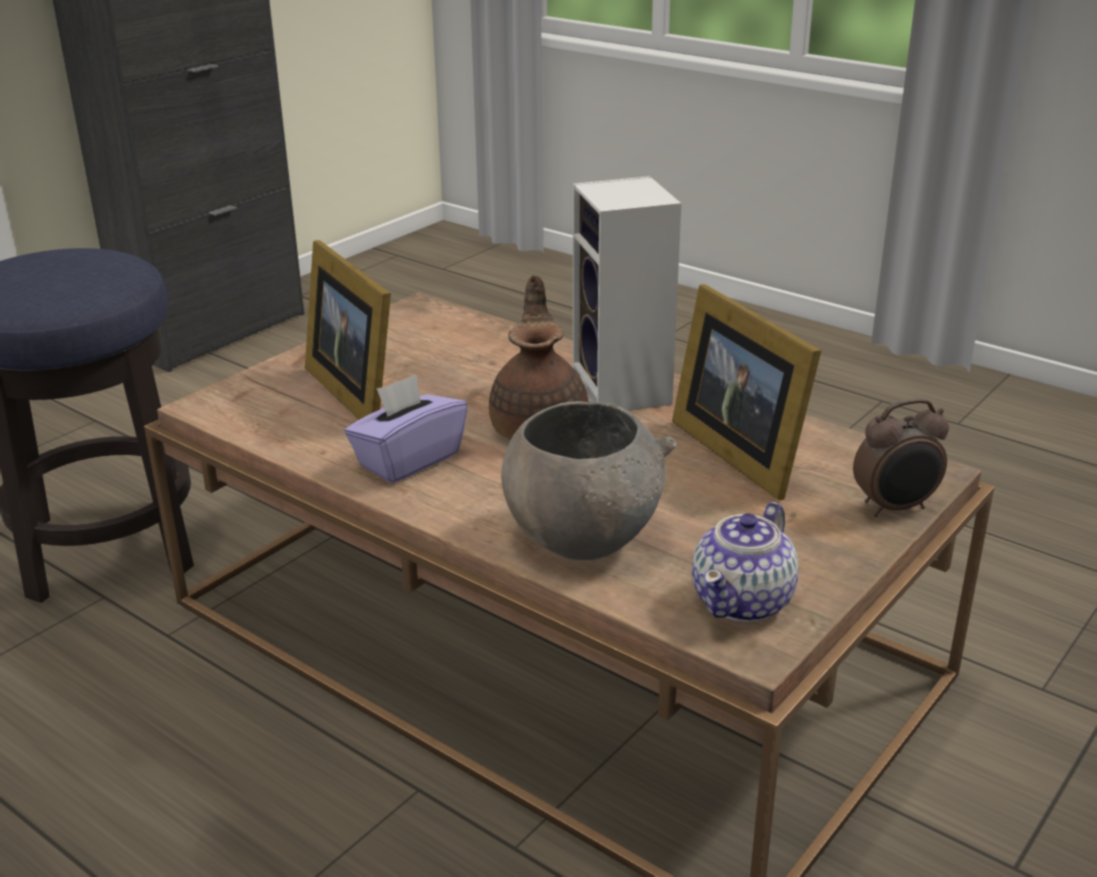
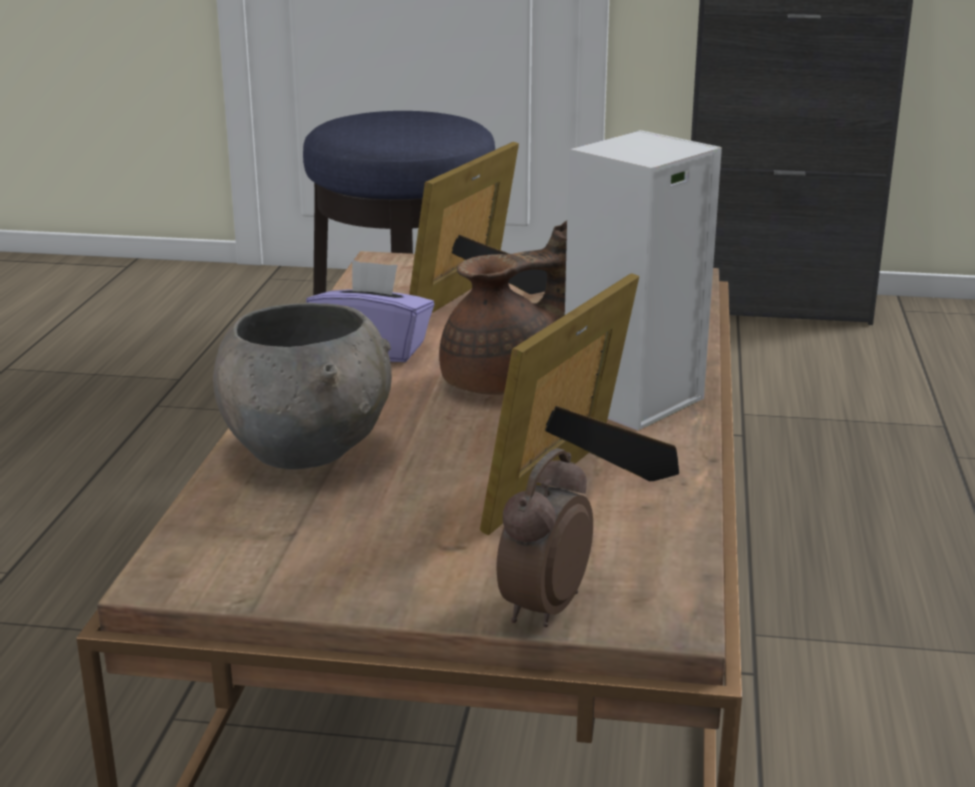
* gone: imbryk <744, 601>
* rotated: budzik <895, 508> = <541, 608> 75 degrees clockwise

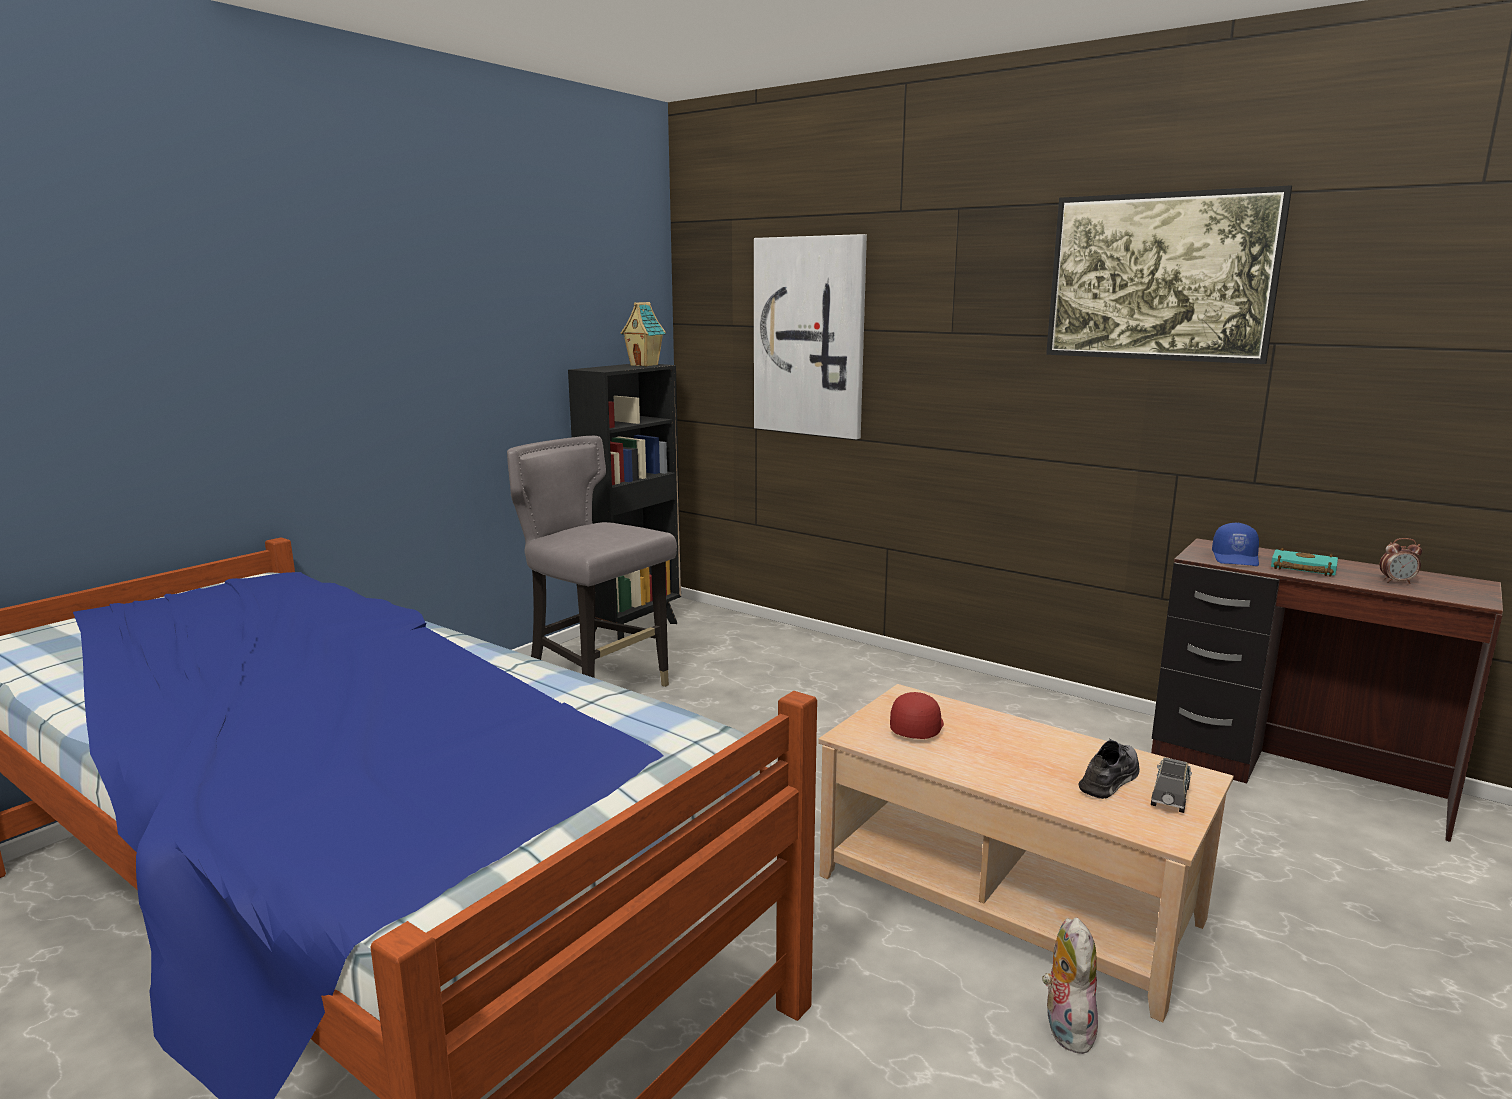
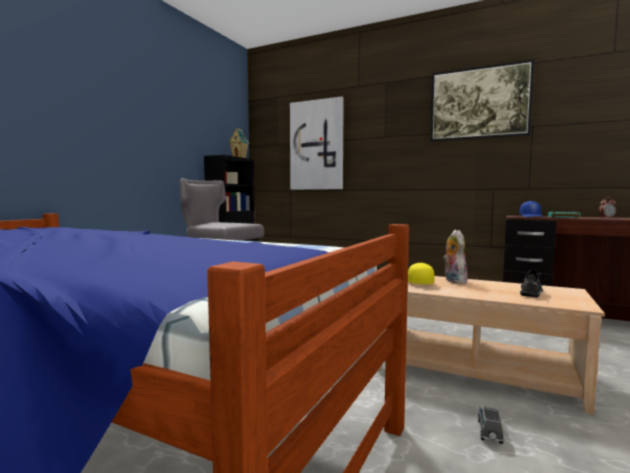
* shifted: pluszak <1065, 1027> to <453, 281>
* shifted: samochodzik/szary <1170, 797> to <489, 432>
* repainted: czapka z daszkiem/czerwony <916, 727> to czapka z daszkiem/żółty <419, 283>

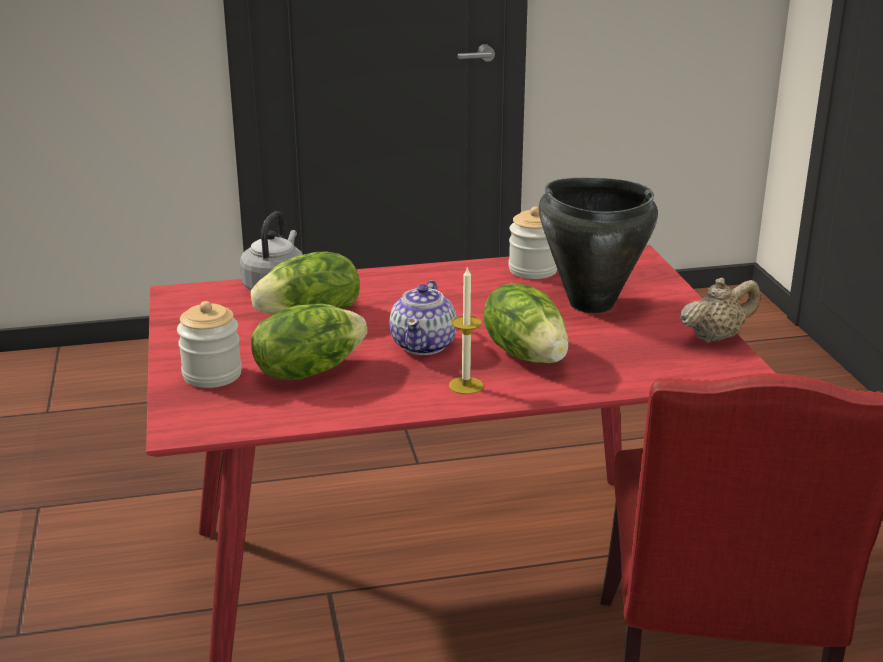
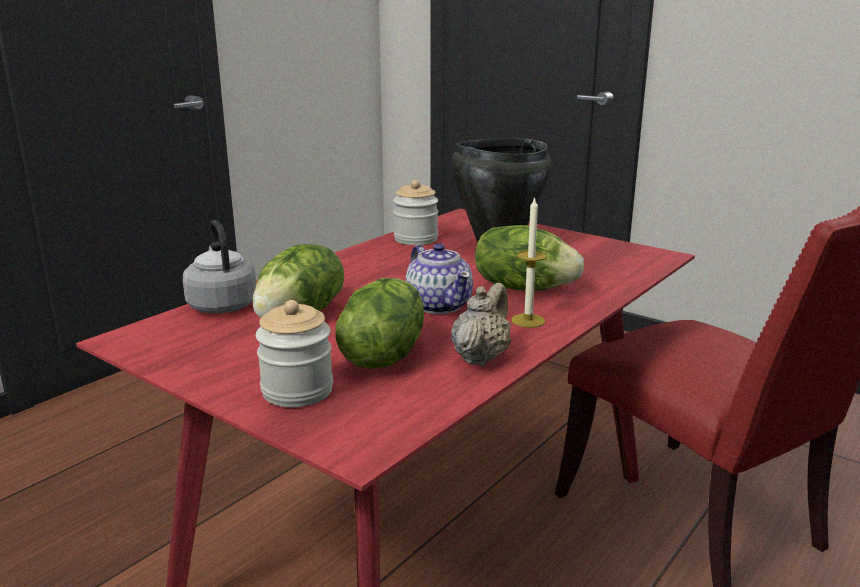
* shifted: imbryk/beżowy <716, 337> to <481, 357>

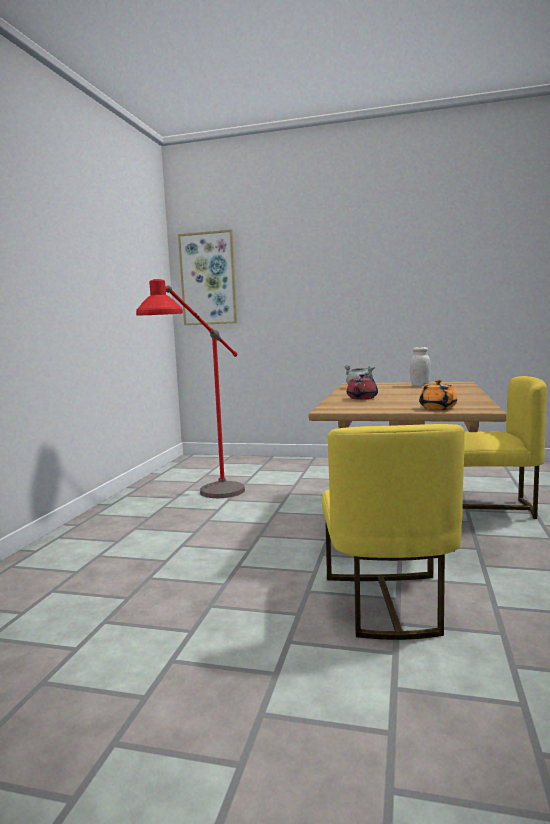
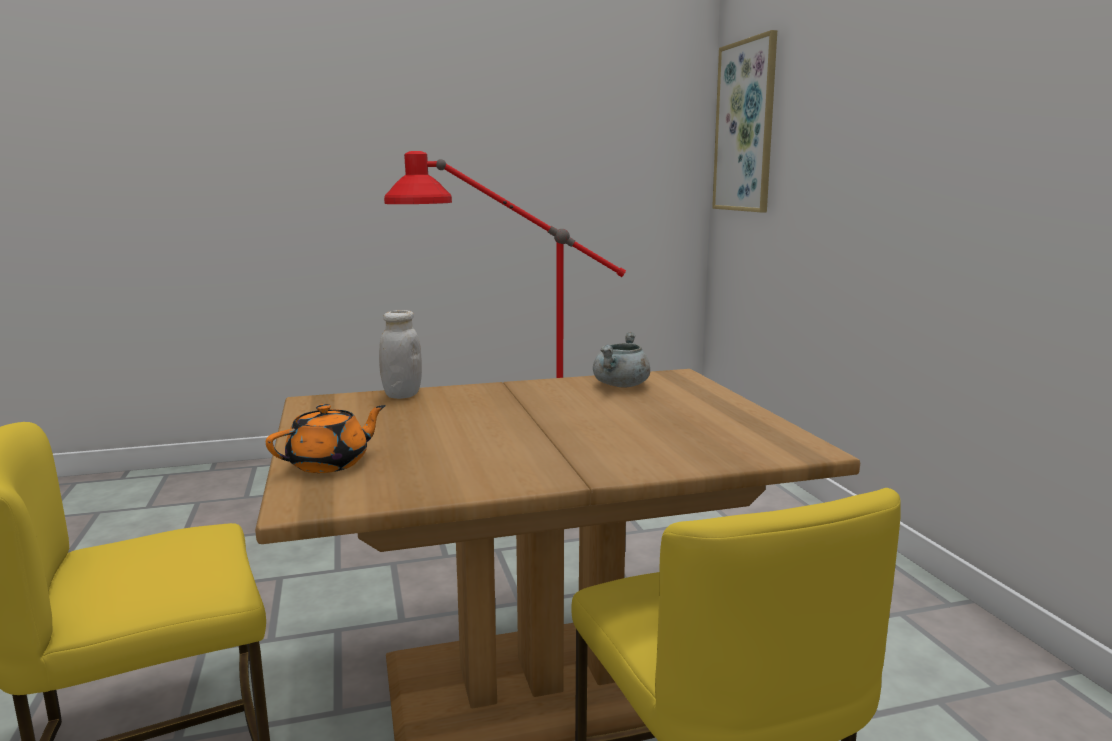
* gone: imbryk/czerwony <362, 398>
* shifted: słoik/biały <420, 385> to <402, 395>

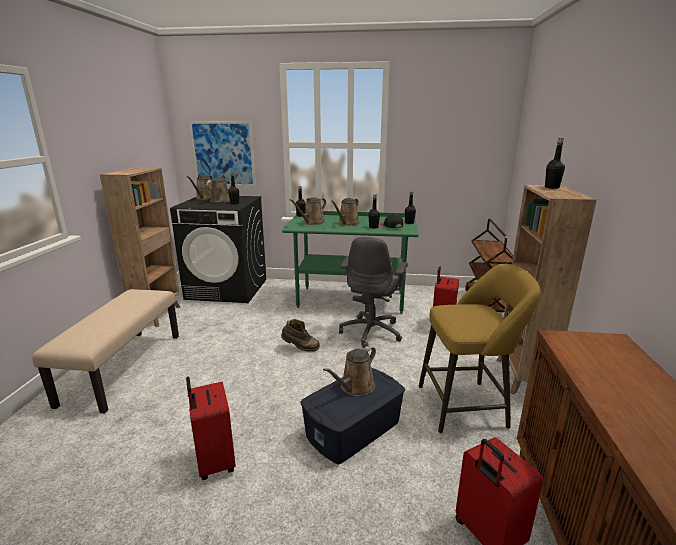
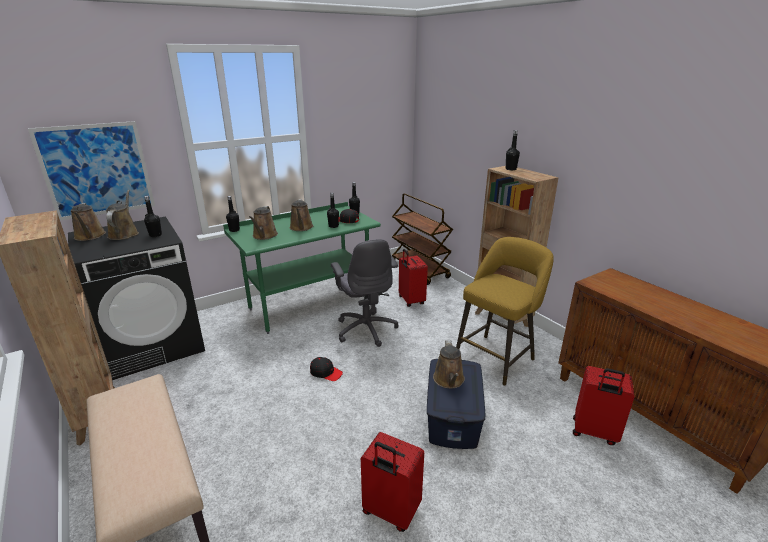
* swapped: but z cholewką/brązowy <300, 348> to czapka z daszkiem/czarny <326, 372>

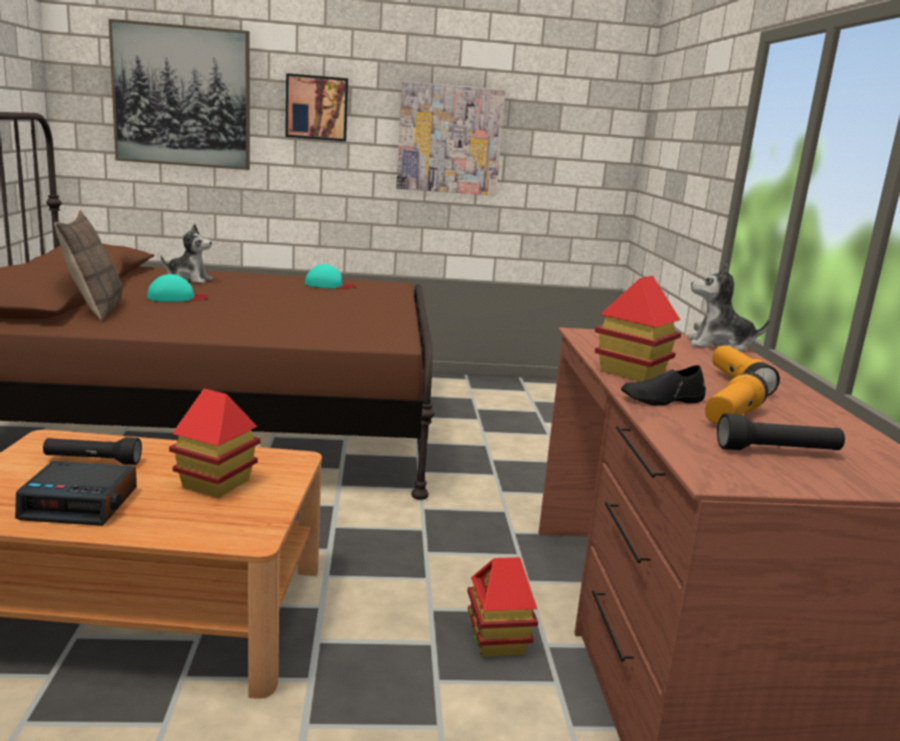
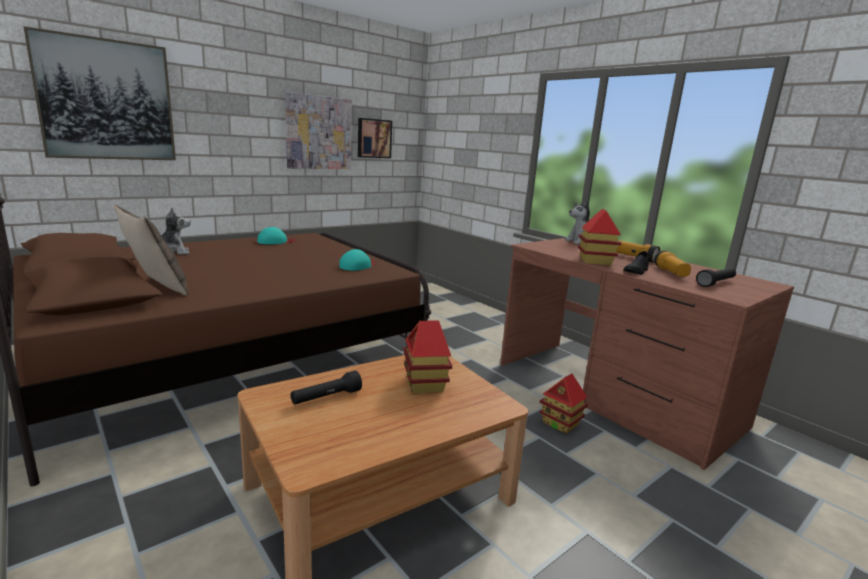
* gone: budzik <81, 503>
* shifted: czapka z daszkiem/turkusowy <176, 298> to <357, 266>
* shifted: obraz <317, 108> to <373, 138>

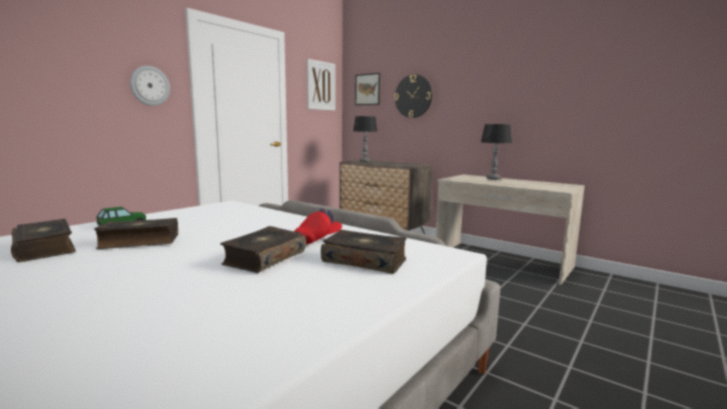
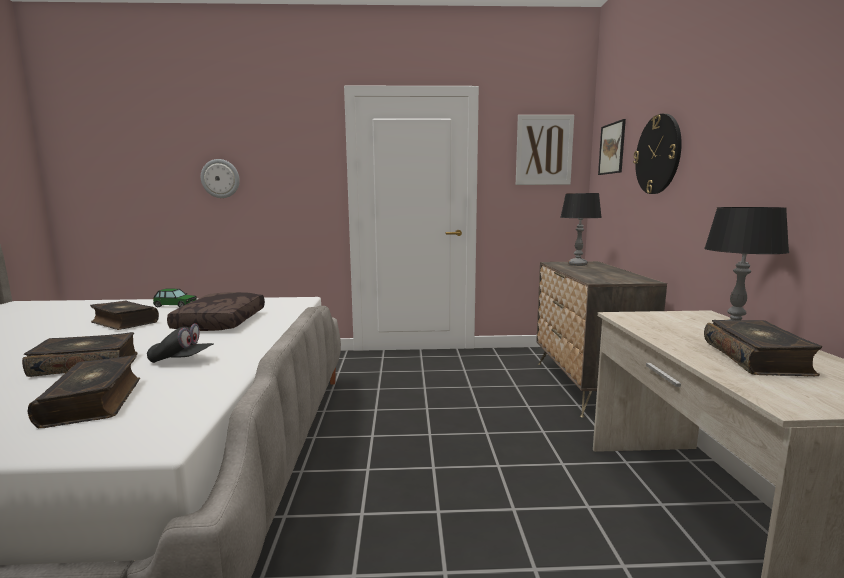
* new: poduszka/brązowy <222, 322>
* shifted: książka <45, 248> to <757, 358>
* shifted: zegar ścienny <150, 86> to <220, 178>
* repainted: czapka z daszkiem/czerwony <318, 239> to czapka z daszkiem/czarny <182, 360>

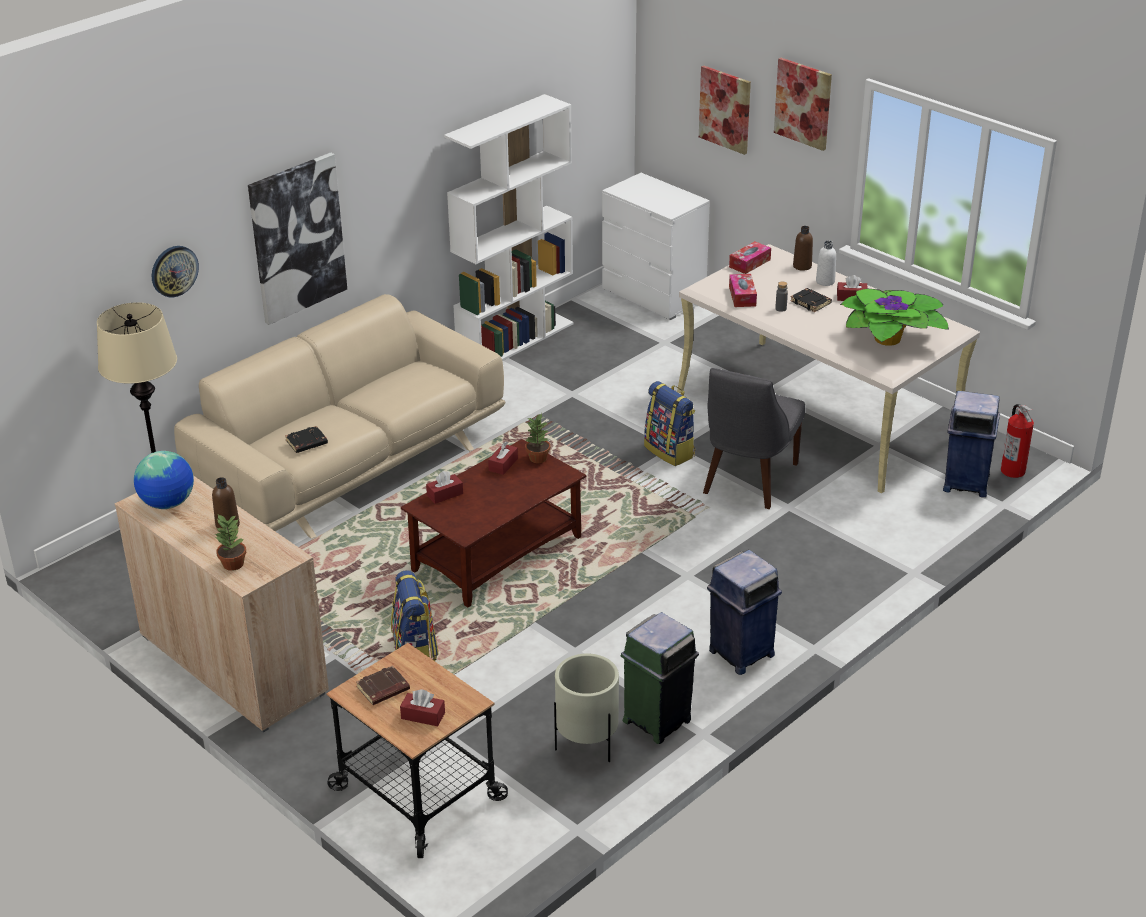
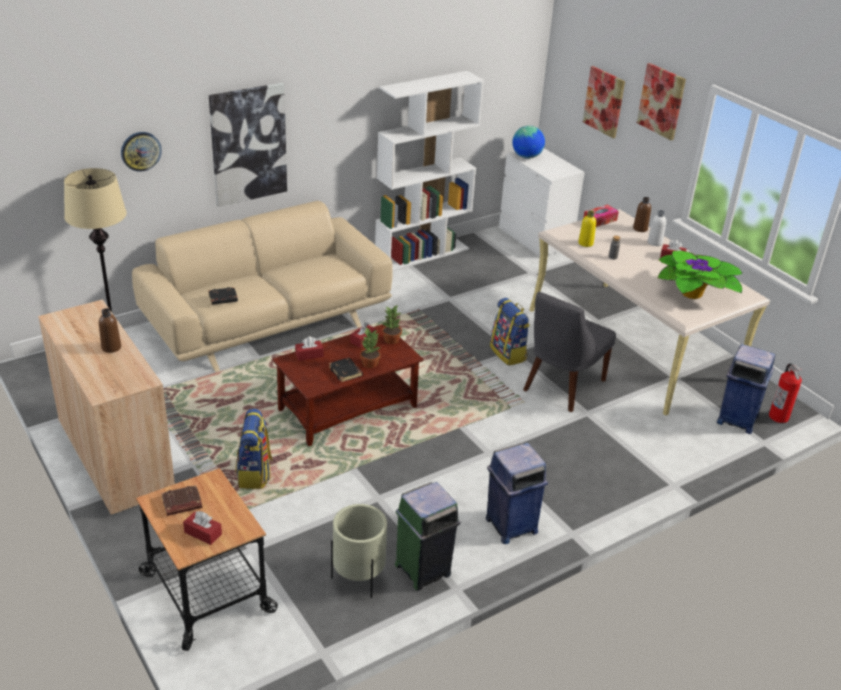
* shifted: globus <168, 503> to <527, 157>
* shifted: roślina doniczkowa <232, 564> to <369, 363>
* shifted: książka/czarny <811, 302> to <346, 372>
* swapped: pudełko chusteczek <742, 296> to butelka/żółty <585, 243>

